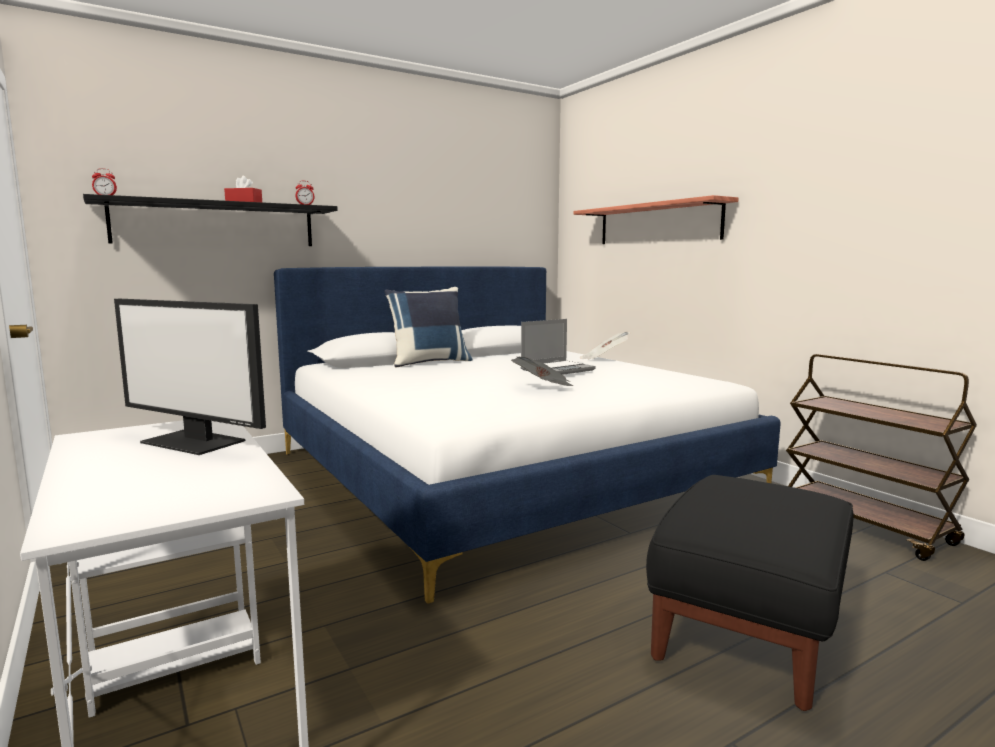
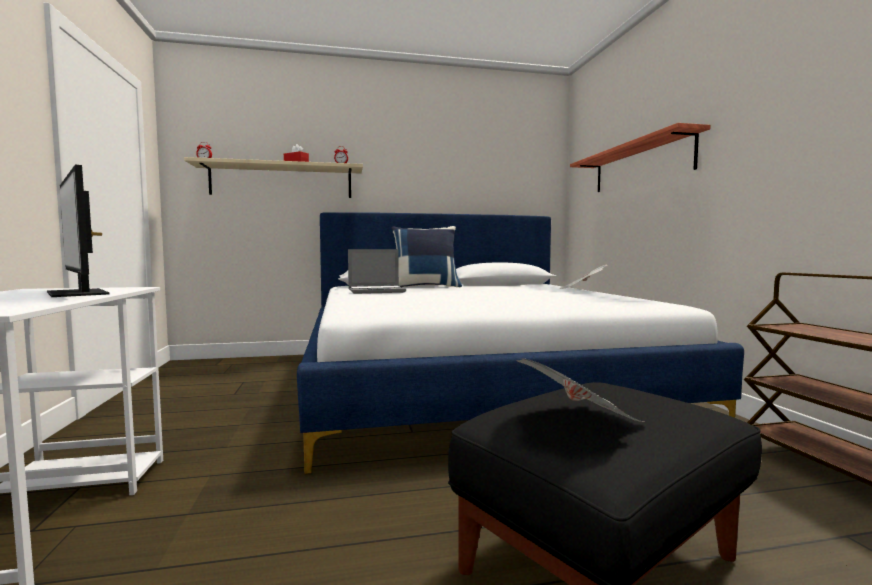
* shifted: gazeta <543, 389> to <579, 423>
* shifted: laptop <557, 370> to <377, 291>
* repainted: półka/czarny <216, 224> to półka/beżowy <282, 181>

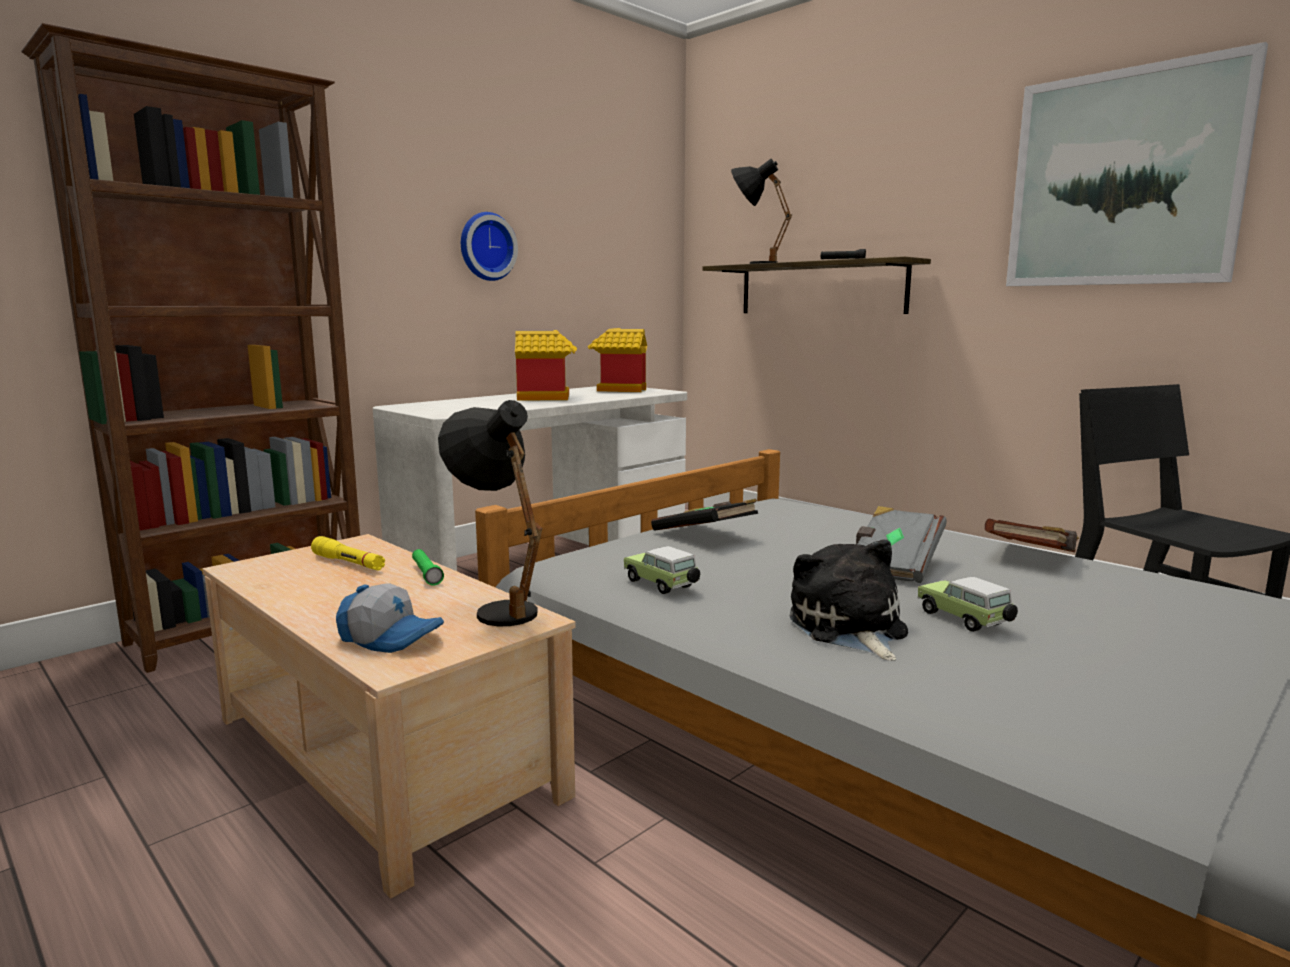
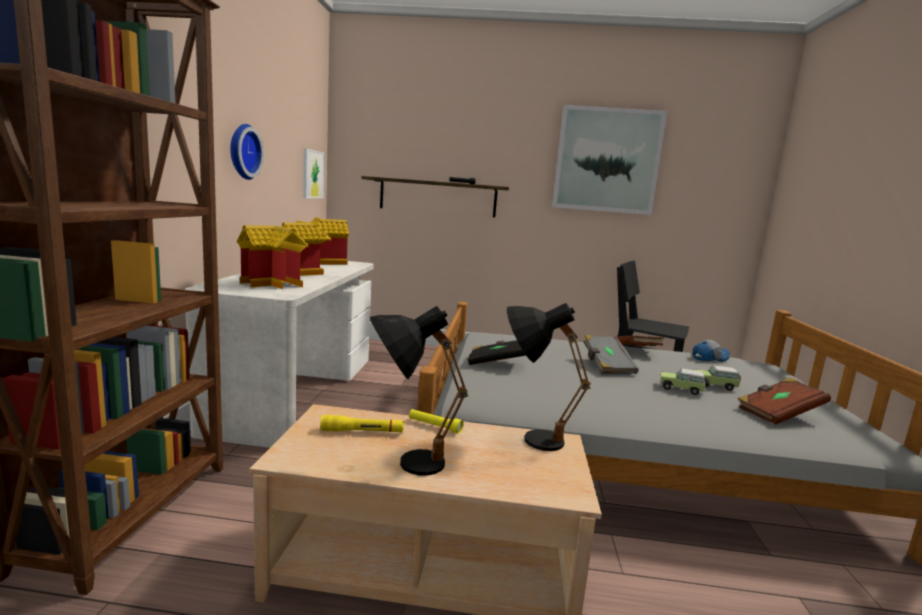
* gone: pluszak <849, 628>
* new: domek <275, 284>
* new: obraz <312, 174>
* new: książka/brązowy <778, 414>
* shifted: czapka z daszkiem <391, 637> to <709, 358>
* shifted: samochodzik <662, 585> to <715, 386>
* shifted: lampa stołowa/czarny <753, 264> to <404, 463>
* repainted: latarka/zielony <426, 574> to latarka/żółty <435, 426>

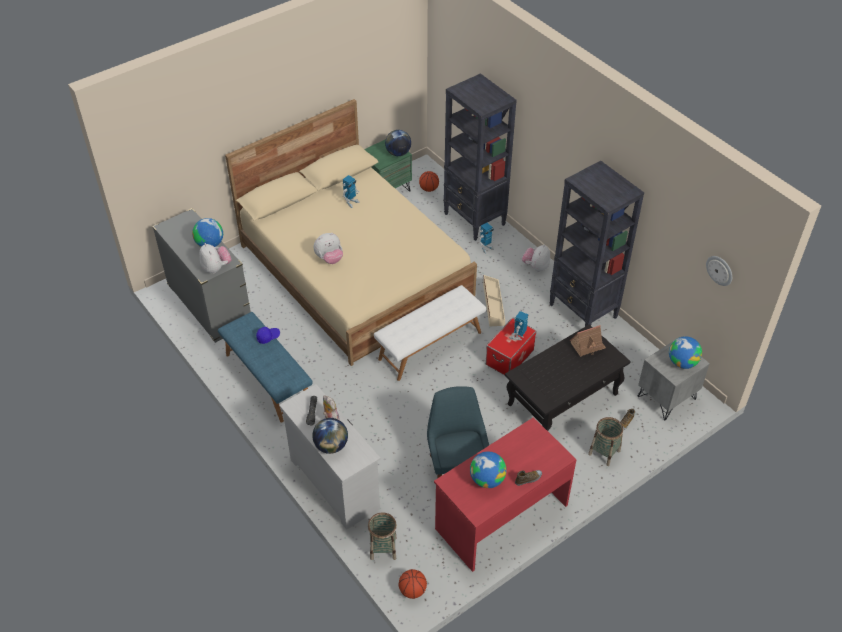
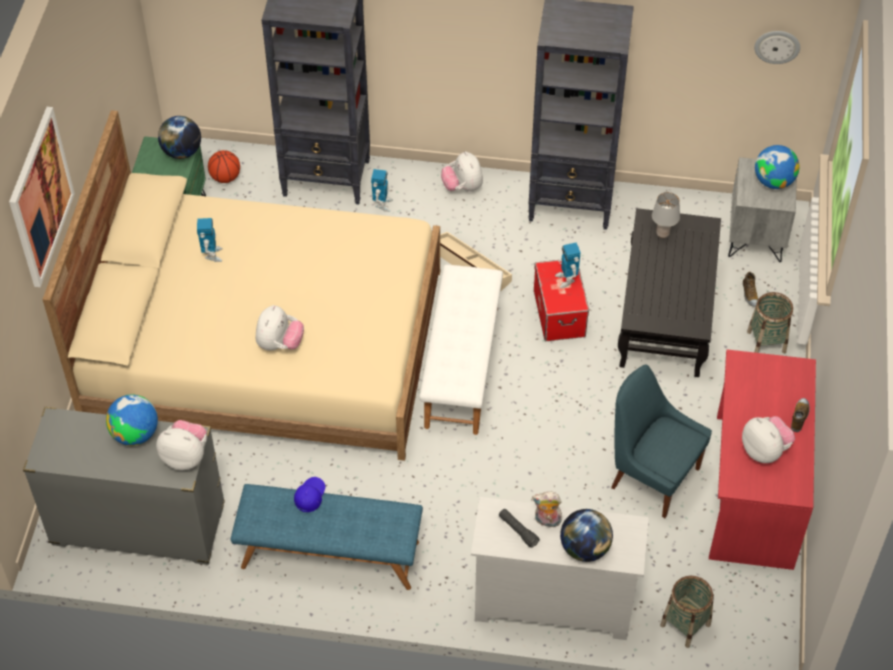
* gone: piłka do koszykówki <412, 590>
* new: obraz <40, 197>
* swapped: globus <487, 479> to pluszak <764, 451>
* swapped: domek <587, 345> to lampa stołowa/szary <662, 233>

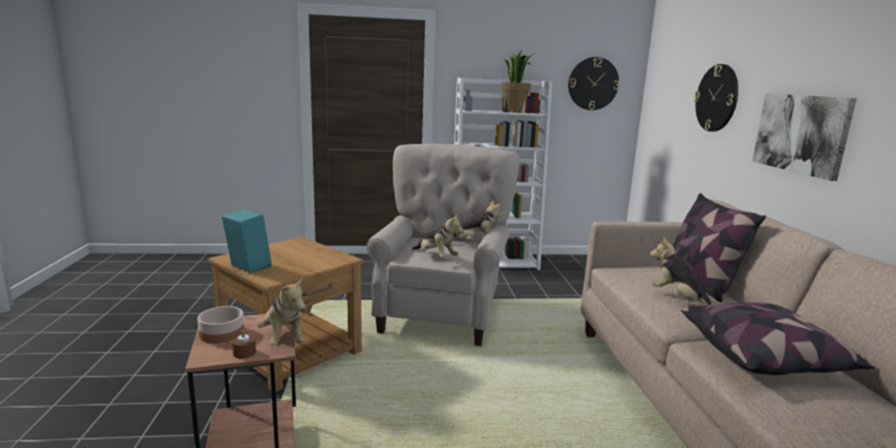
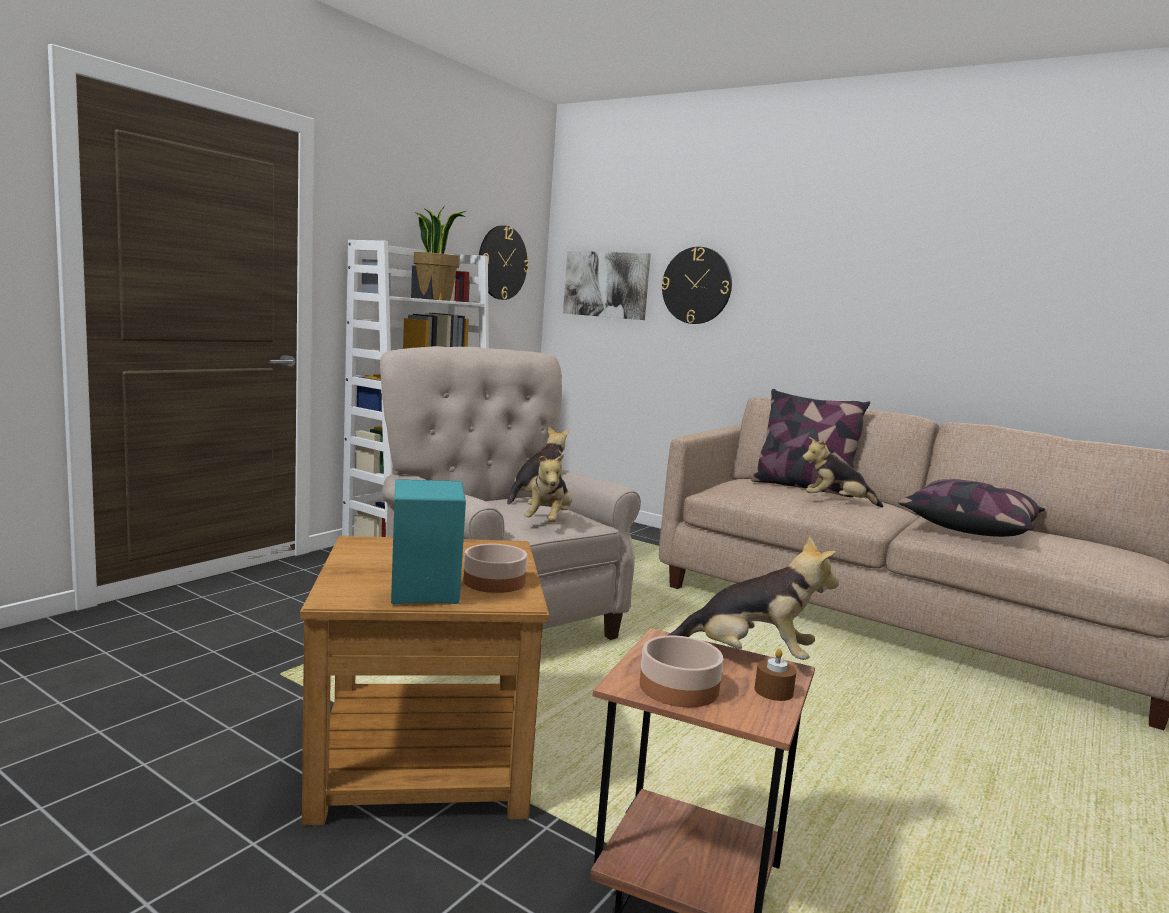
* new: miska <493, 581>
* shifted: obraz <801, 133> to <606, 284>
* rotated: pluszak <436, 257> = <548, 522> 105 degrees clockwise

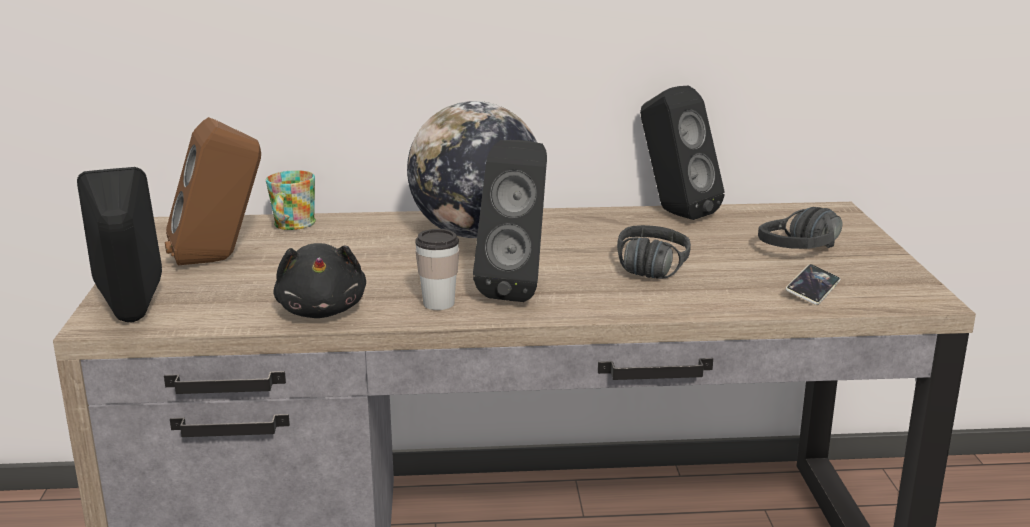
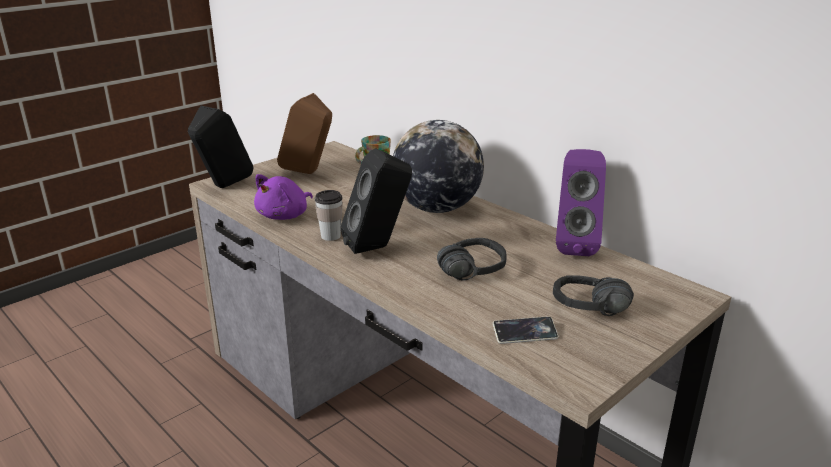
* repainted: pluszak/czarny <322, 310> to pluszak/fioletowy <285, 215>
* repainted: głośnik/czarny <674, 213> to głośnik/fioletowy <574, 246>

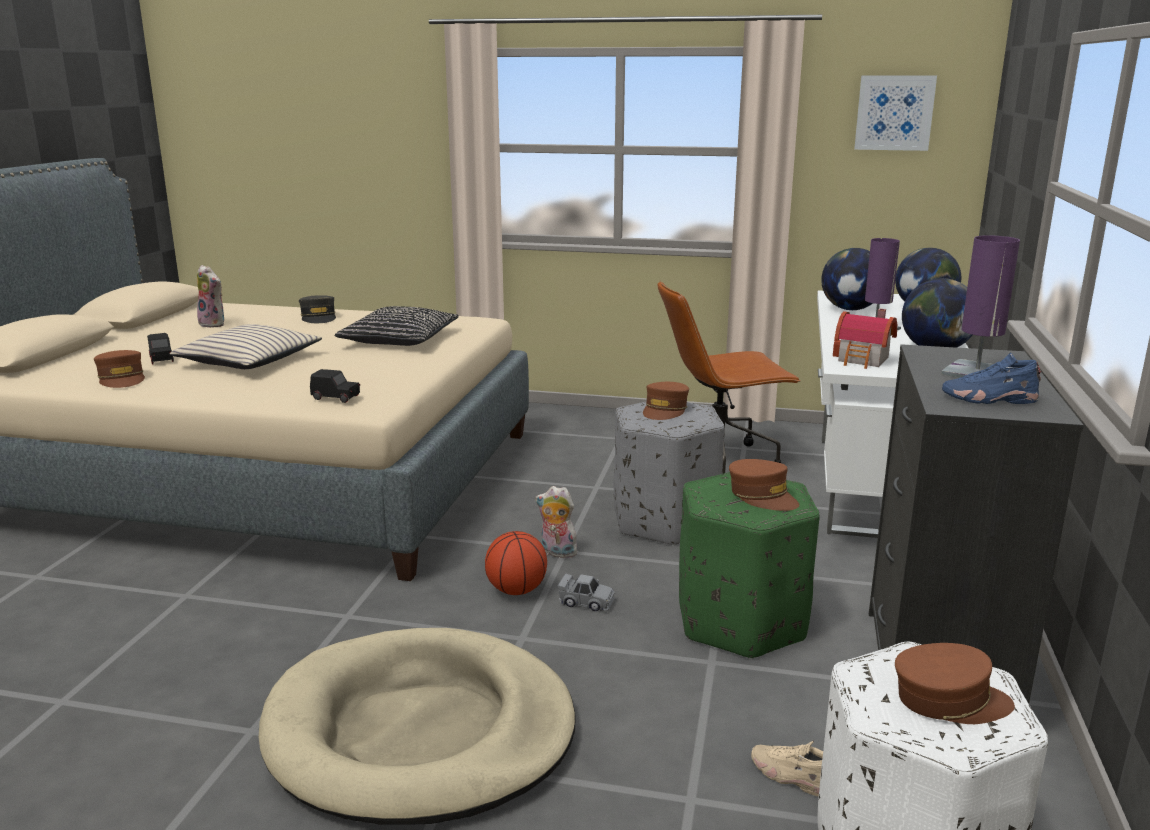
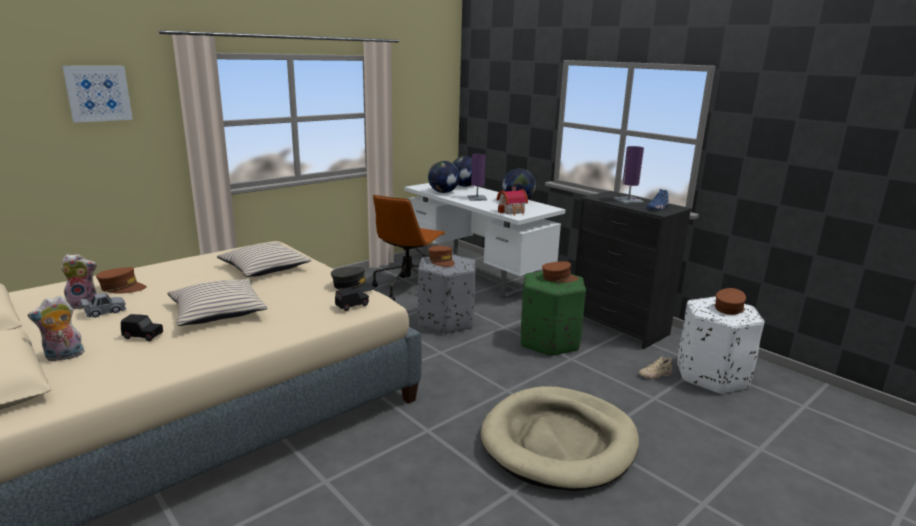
* gone: piłka do koszykówki <516, 590>
* shifted: czapka z daszkiem/brązowy <122, 379> to <122, 288>
* shifted: czapka z daszkiem/szary <318, 317> to <352, 286>
* shifted: pluszak <556, 553> to <64, 357>
* shifted: samochodzik/szary <586, 602> to <105, 312>
* shifted: obraz <894, 113> to <98, 93>
* repainted: poduszka/czarny <399, 339> to poduszka/beżowy <264, 268>

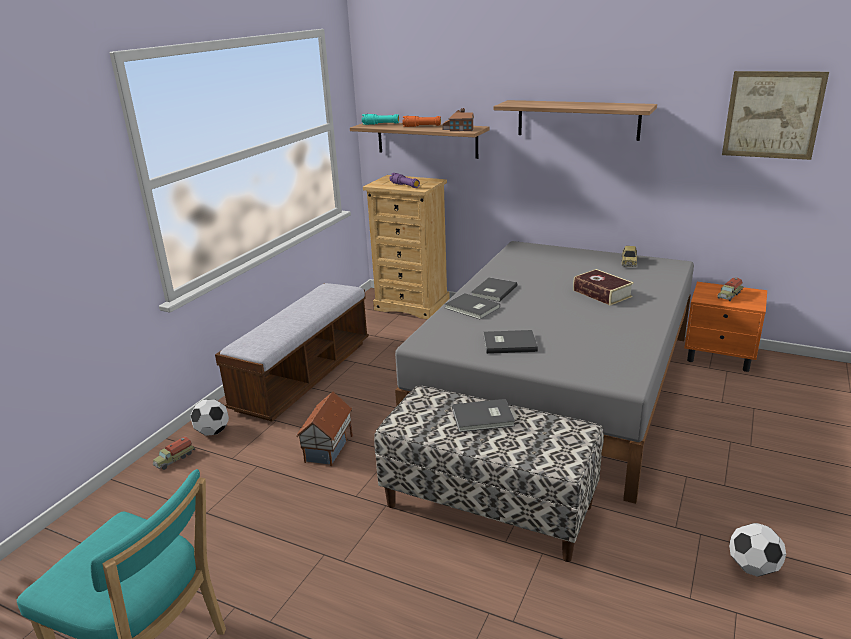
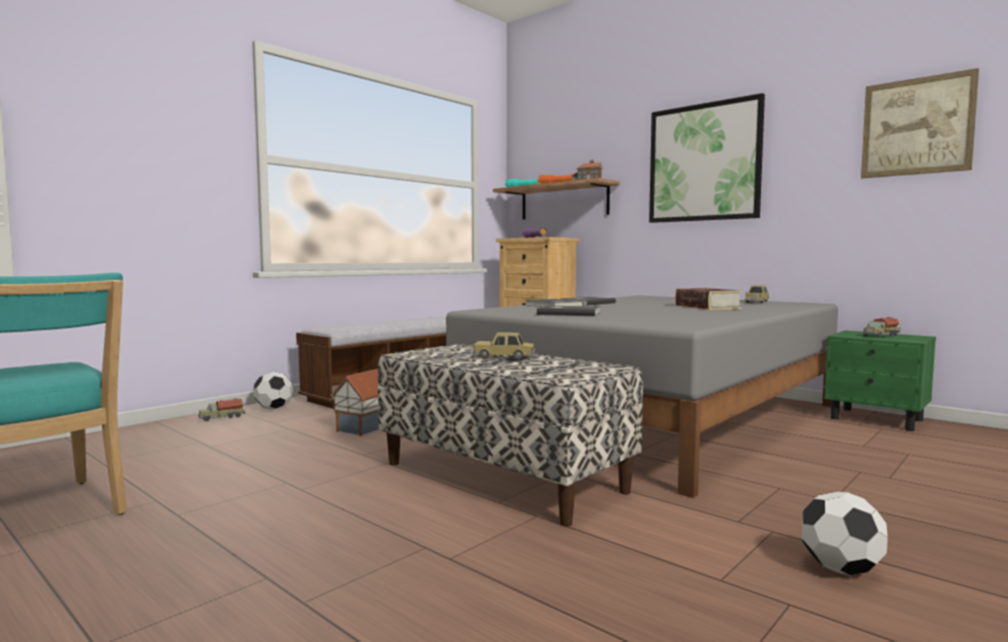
* swapped: książka/szary <484, 418> to samochodzik <504, 357>
* swapped: półka <578, 119> to obraz <704, 162>
* repainted: szafka nocna/pomarańczowy <720, 356> to szafka nocna/zielony <877, 419>

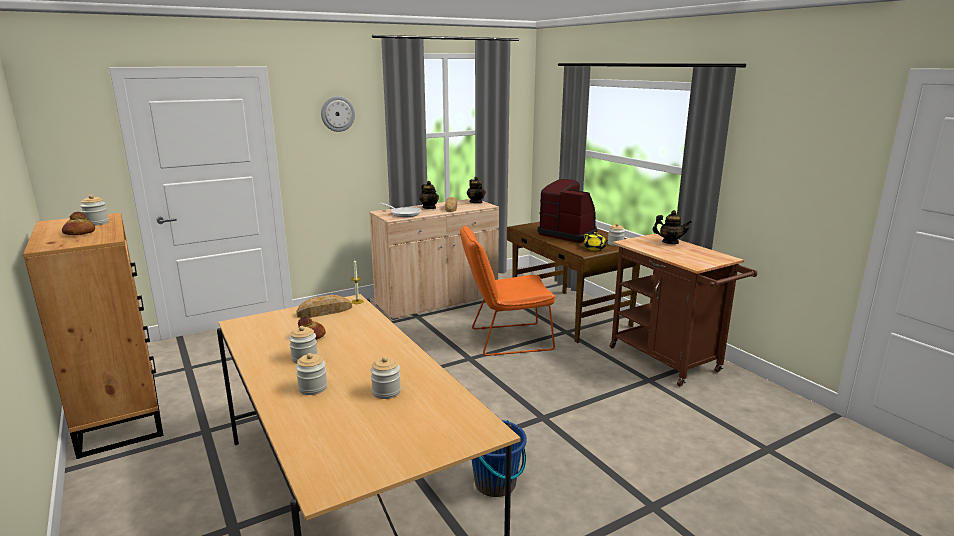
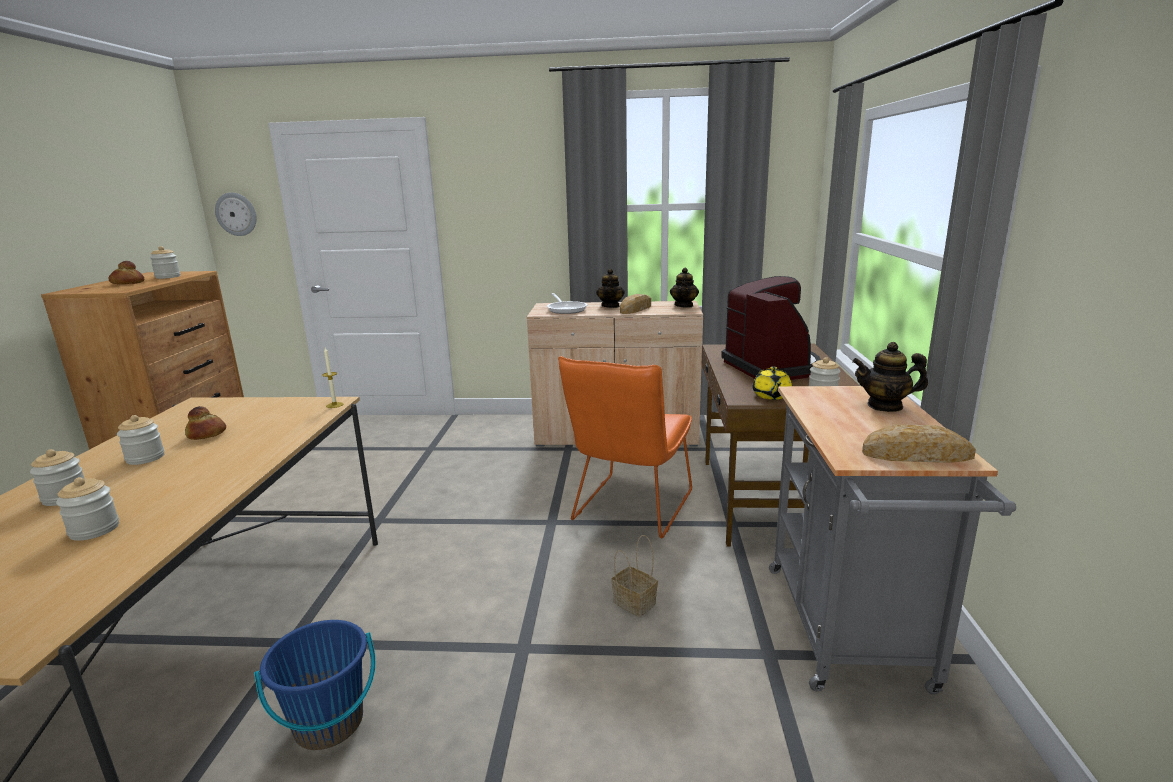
* new: koszyk <633, 602>
* shifted: chleb <325, 311> to <917, 455>
* shifted: zegar ścienny <337, 113> to <236, 214>
* repainted: wózek/brązowy <669, 362> to wózek/szary <850, 634>
* rotated: krzesło/pomarańczowy <505, 340> = <629, 509> 90 degrees counterclockwise
* rotated: imbryk <670, 242> = <885, 406> 135 degrees clockwise

